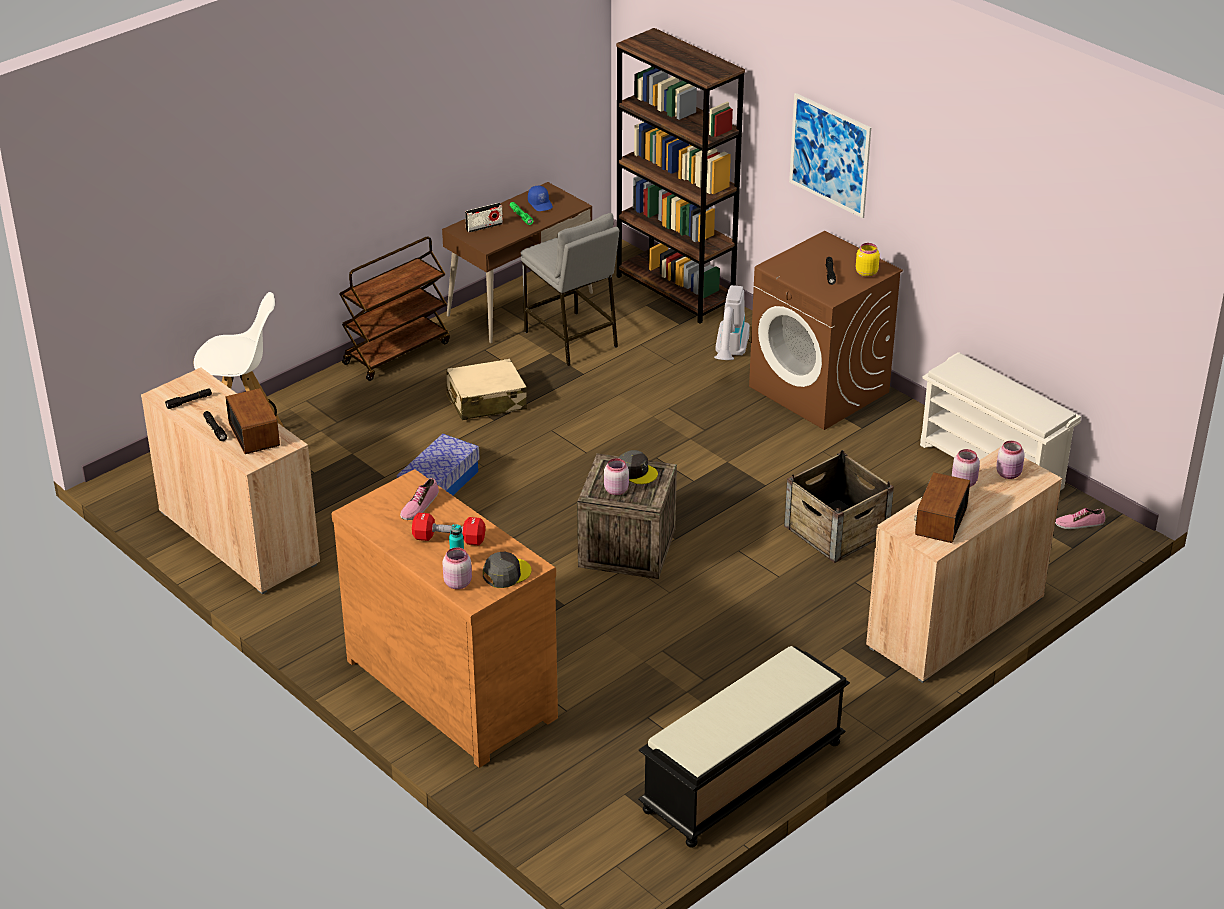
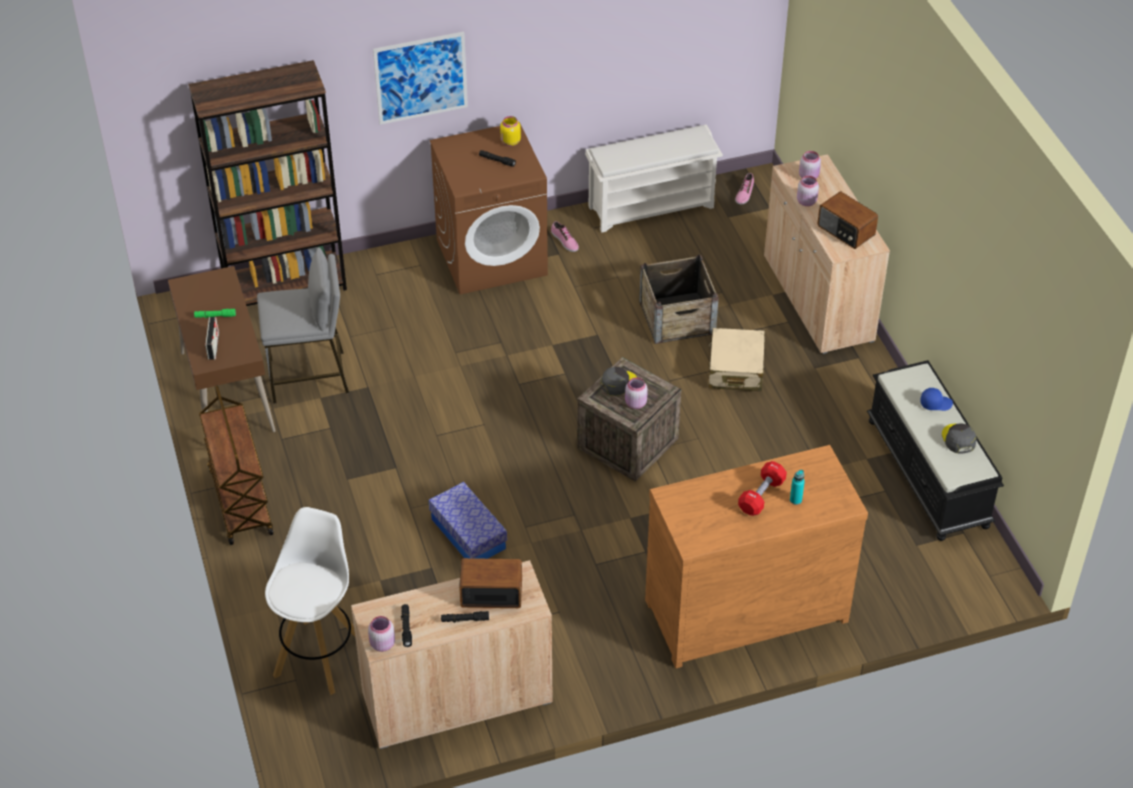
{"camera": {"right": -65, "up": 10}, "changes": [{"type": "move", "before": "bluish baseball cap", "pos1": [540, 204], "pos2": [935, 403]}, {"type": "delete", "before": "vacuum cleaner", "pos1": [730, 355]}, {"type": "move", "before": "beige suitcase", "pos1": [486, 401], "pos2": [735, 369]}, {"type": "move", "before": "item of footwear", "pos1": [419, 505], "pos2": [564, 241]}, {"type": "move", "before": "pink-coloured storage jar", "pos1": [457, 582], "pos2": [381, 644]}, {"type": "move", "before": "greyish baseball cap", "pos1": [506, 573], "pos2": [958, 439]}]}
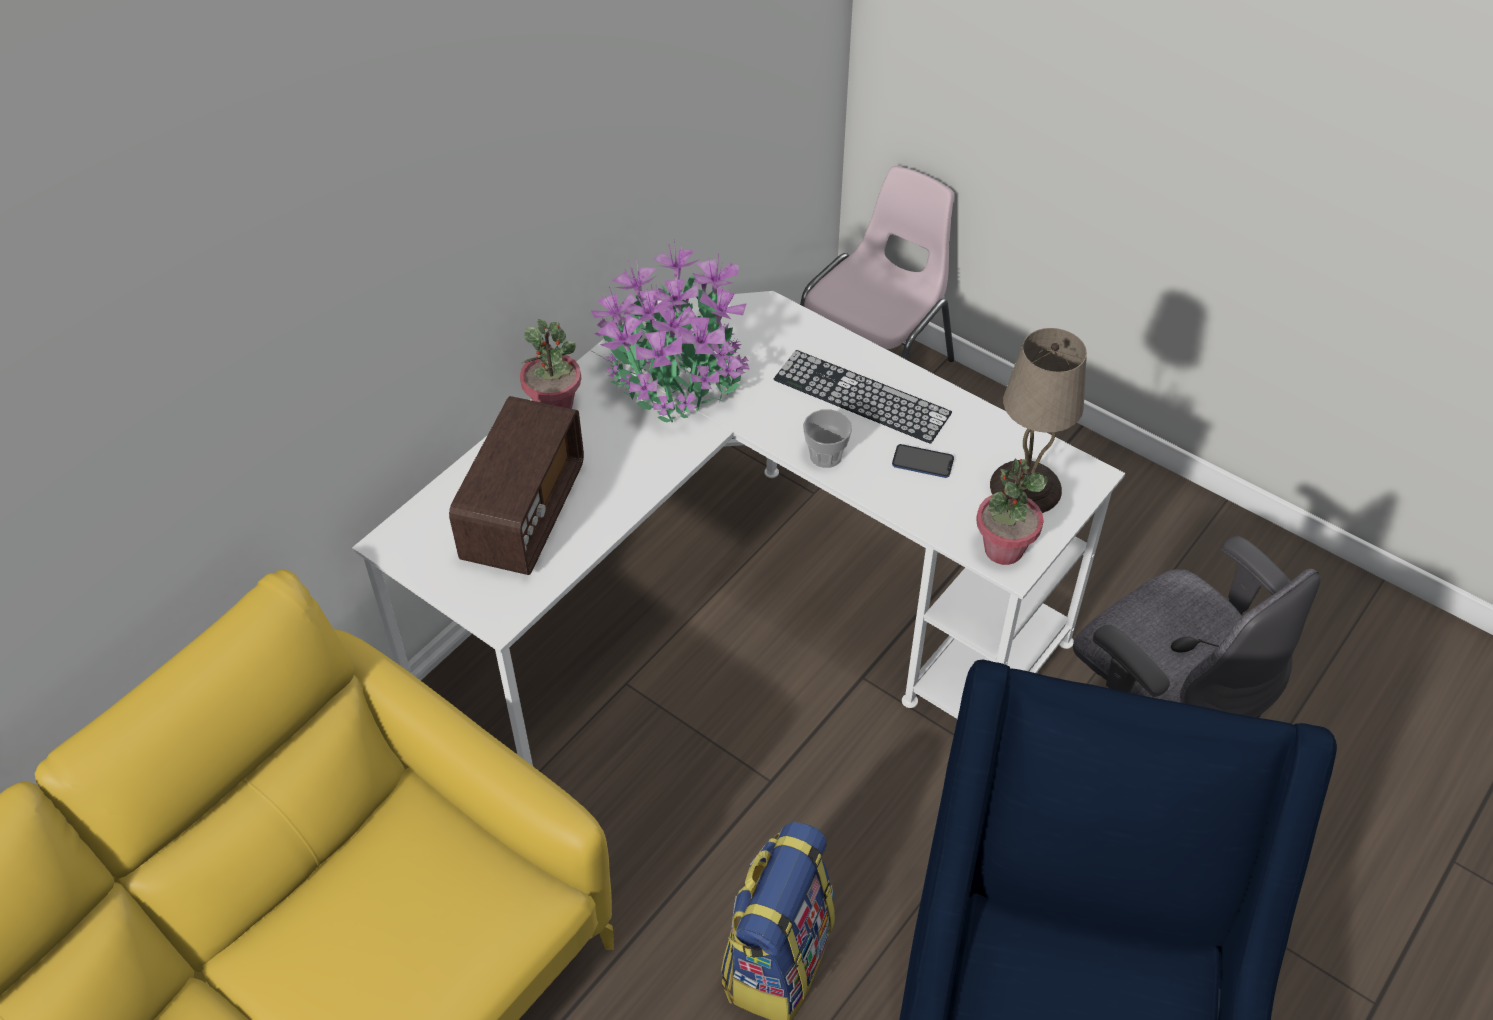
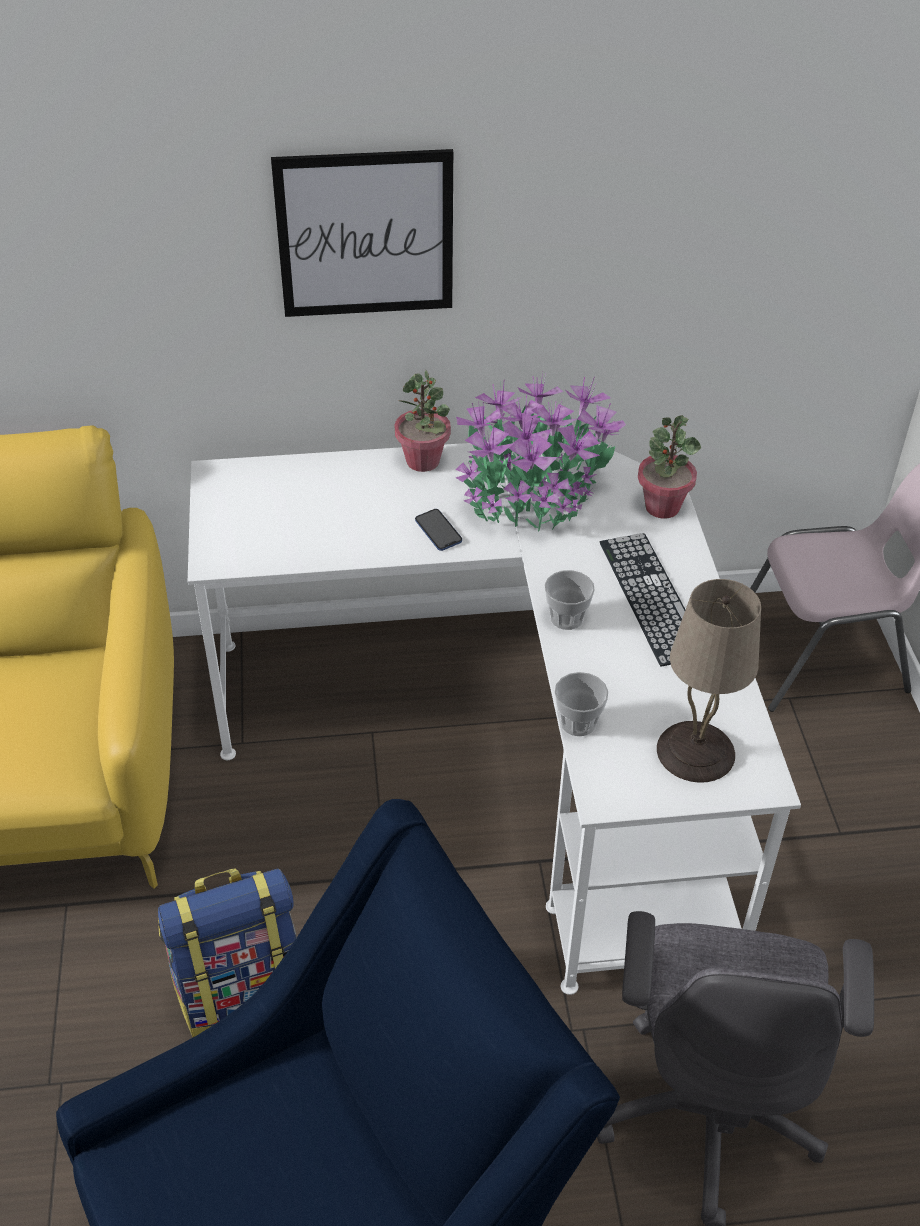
{"camera": {"right": 45, "up": -5}, "changes": [{"type": "delete", "before": "radio set", "pos1": [524, 514]}, {"type": "move", "before": "telephone", "pos1": [922, 462], "pos2": [438, 531]}, {"type": "move", "before": "plant in a pot", "pos1": [1003, 549], "pos2": [662, 507]}, {"type": "insert", "after": "picture", "pos2": [365, 234]}, {"type": "insert", "after": "cup", "pos2": [578, 722]}]}
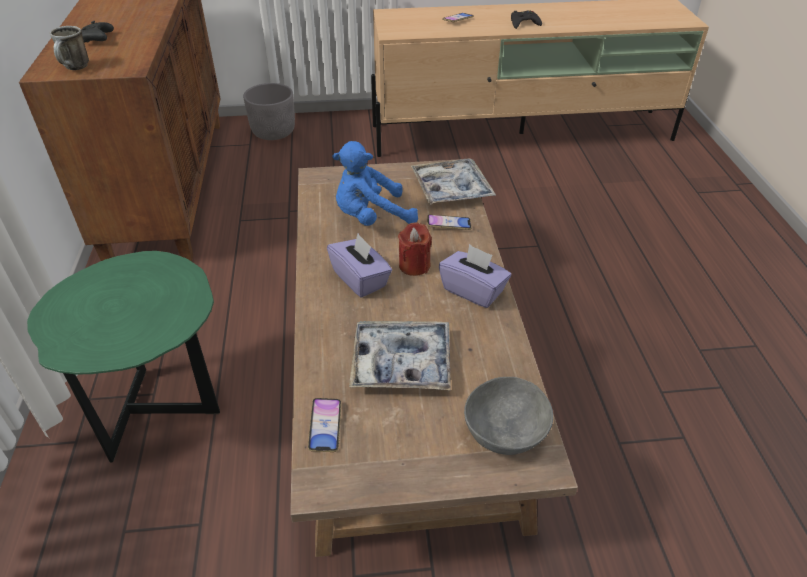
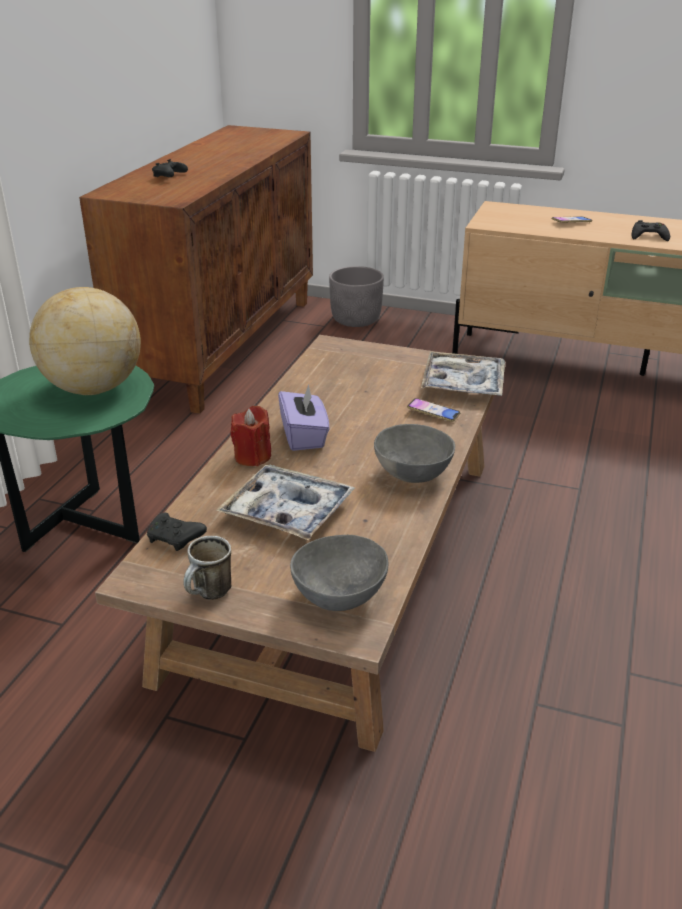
{"camera": {"right": 25, "up": -10}, "changes": [{"type": "move", "before": "coffee mug", "pos1": [75, 68], "pos2": [210, 595]}, {"type": "delete", "before": "bluish cuddly toy", "pos1": [371, 217]}, {"type": "move", "before": "red-coloured wax candle", "pos1": [414, 265], "pos2": [252, 456]}, {"type": "replace", "before": "purplish box of tissues", "after": "greyish serving bowl", "pos1": [473, 290], "pos2": [411, 473]}, {"type": "replace", "before": "telephone", "after": "blackish gamepad", "pos1": [325, 427], "pos2": [176, 539]}, {"type": "insert", "after": "globe", "pos2": [93, 388]}]}
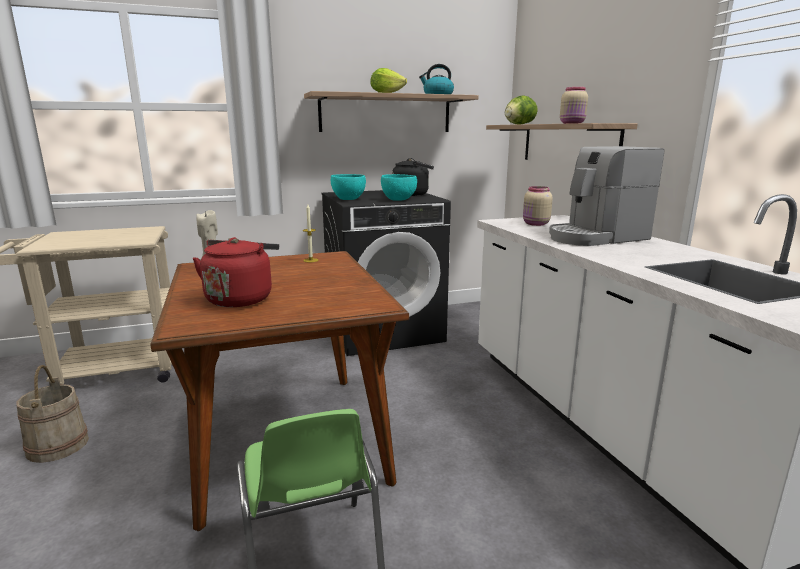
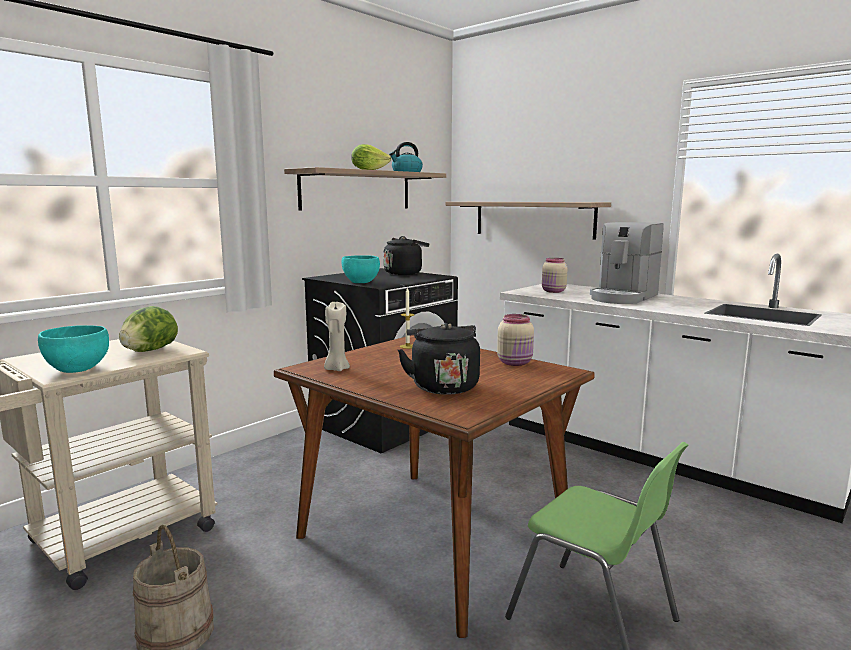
{"camera": {"right": -30, "up": -5}, "changes": [{"type": "move", "before": "beige storage jar", "pos1": [572, 123], "pos2": [515, 363]}, {"type": "move", "before": "lettuce", "pos1": [519, 124], "pos2": [149, 350]}, {"type": "move", "before": "turquoise serving bowl", "pos1": [398, 200], "pos2": [77, 369]}, {"type": "recolor", "before": "red-coloured kettle", "after": "blackish kettle", "pos1": [241, 298], "pos2": [442, 386]}]}
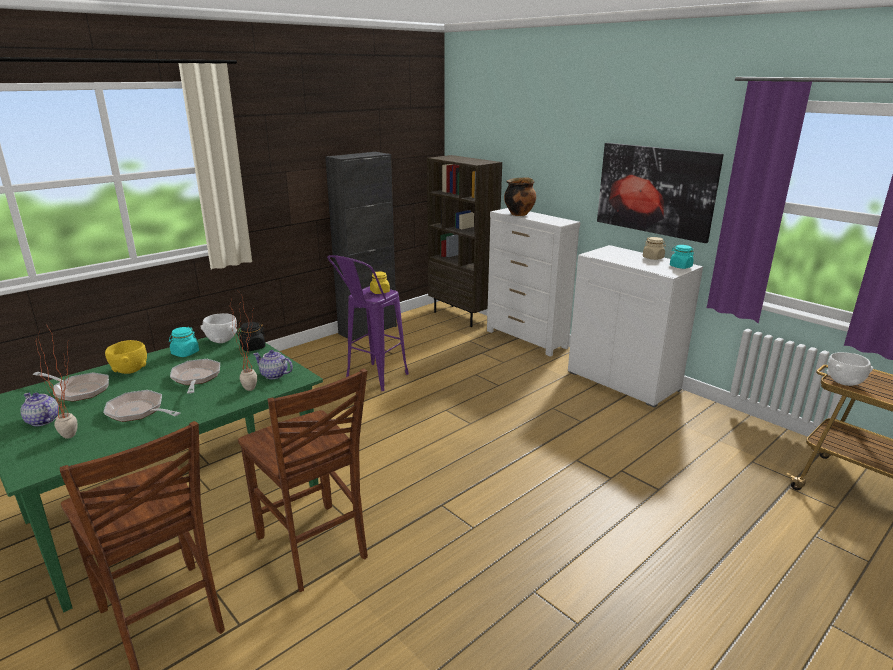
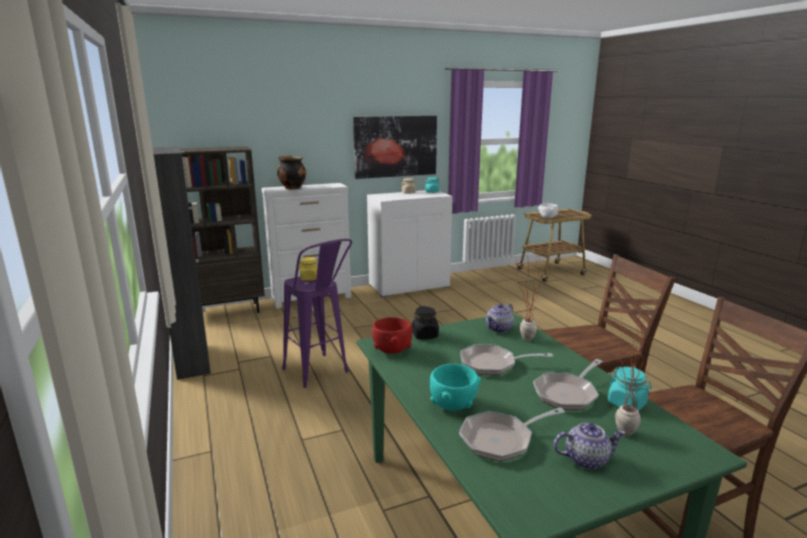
{"camera": {"right": -70, "up": -5}, "changes": [{"type": "recolor", "before": "white-coloured serving bowl", "after": "red-coloured serving bowl", "pos1": [222, 340], "pos2": [392, 350]}, {"type": "move", "before": "turquoise storage jar", "pos1": [185, 353], "pos2": [626, 404]}, {"type": "recolor", "before": "yellowish serving bowl", "after": "turquoise serving bowl", "pos1": [130, 370], "pos2": [453, 405]}, {"type": "rotate", "before": "pan", "pos1": [79, 390], "pos2": [501, 439], "turn": -150}, {"type": "rotate", "before": "pot for tea", "pos1": [42, 420], "pos2": [586, 459], "turn": -150}]}
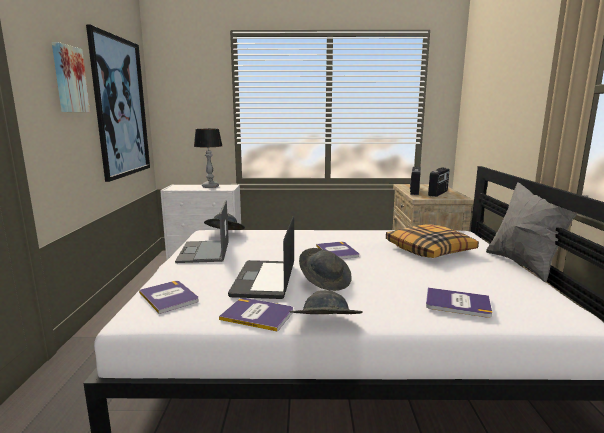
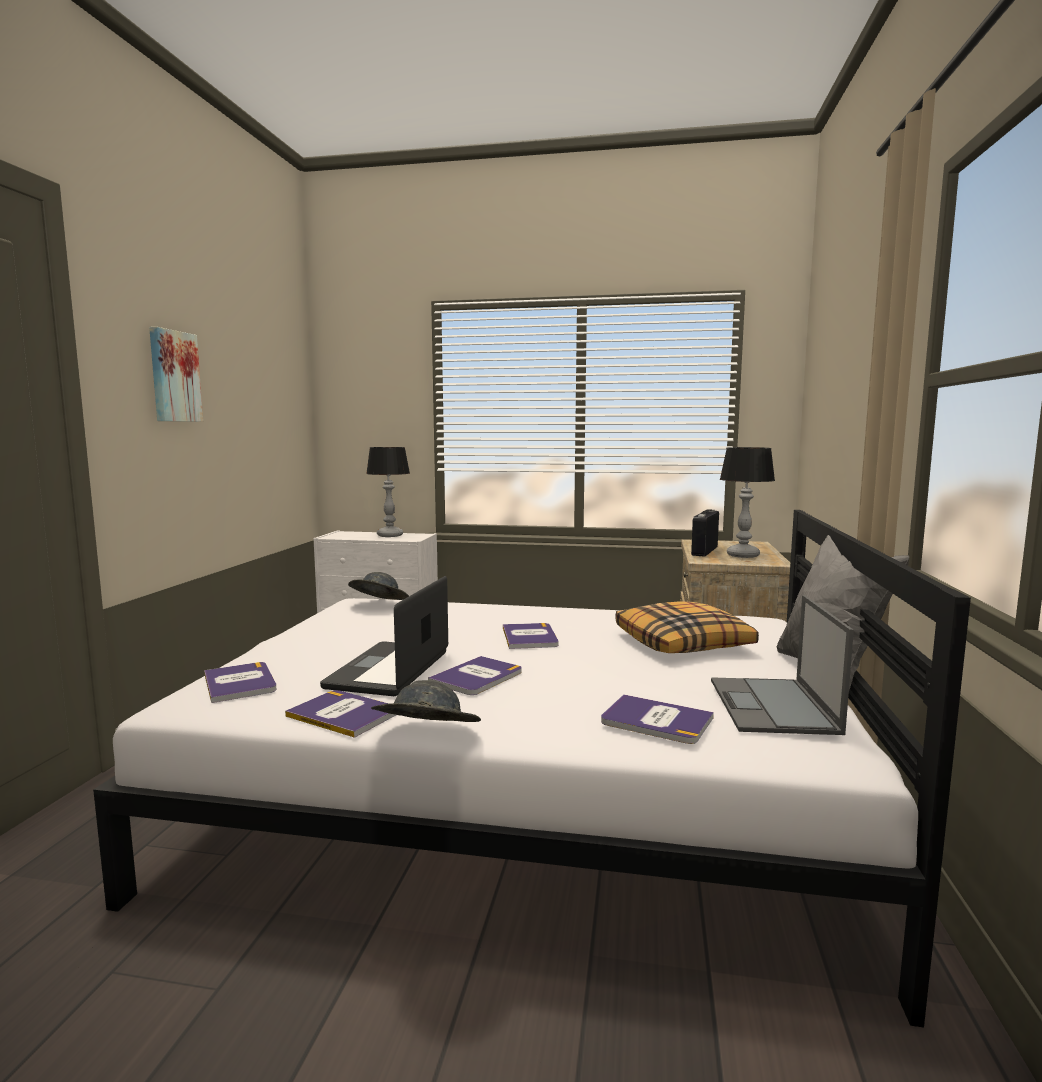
{"camera": {"right": 10, "up": -5}, "changes": [{"type": "delete", "before": "picture", "pos1": [121, 107]}, {"type": "replace", "before": "radio set", "after": "tabletop lamp", "pos1": [438, 193], "pos2": [742, 555]}, {"type": "move", "before": "portable computer", "pos1": [204, 252], "pos2": [773, 706]}, {"type": "replace", "before": "greyish hat", "after": "volume", "pos1": [325, 281], "pos2": [477, 677]}]}
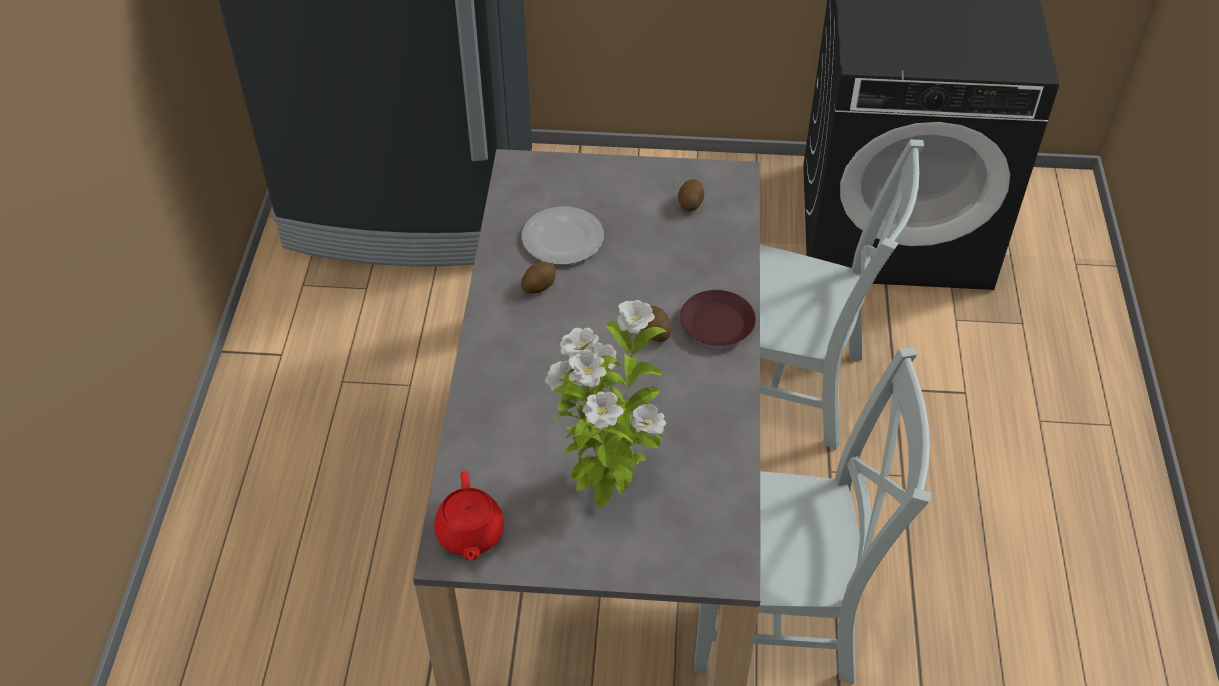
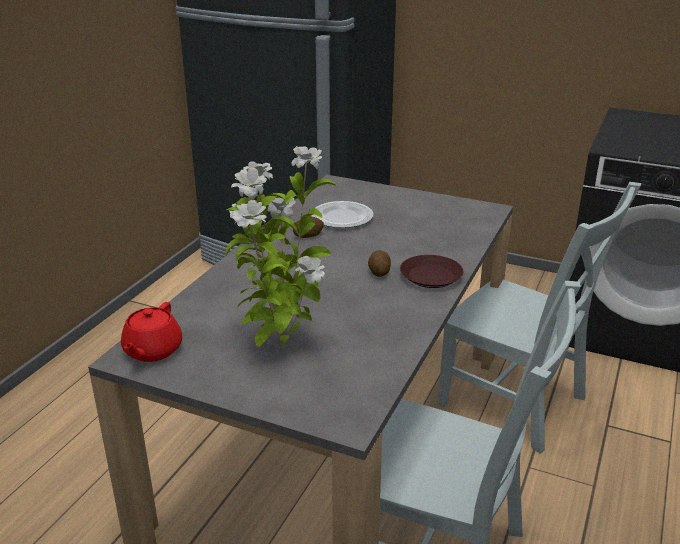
{"camera": {"right": 20, "up": -20}, "changes": [{"type": "delete", "before": "whole potato", "pos1": [690, 203]}]}
